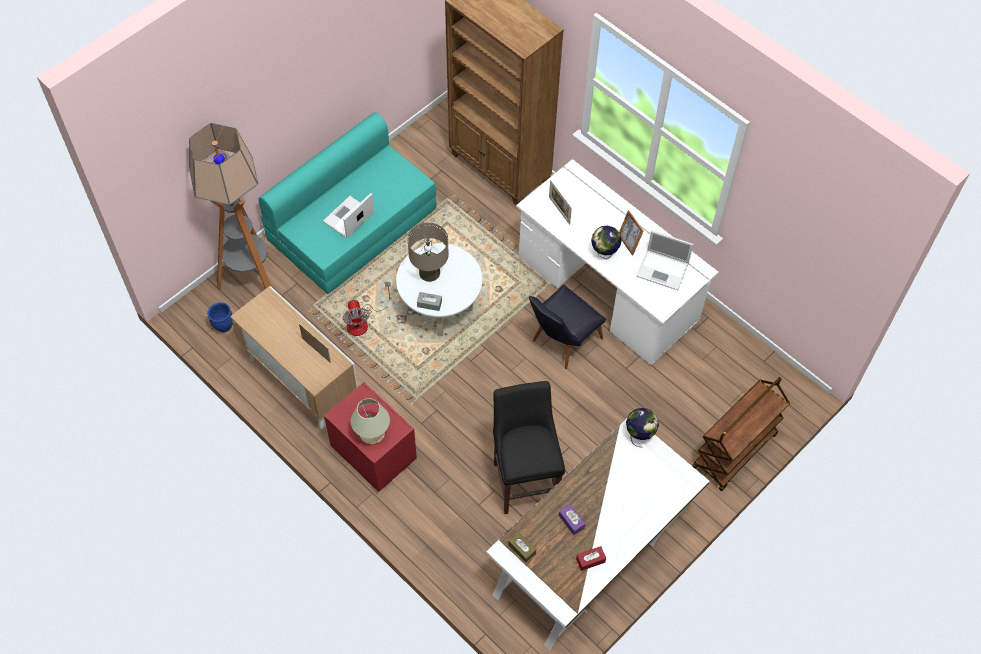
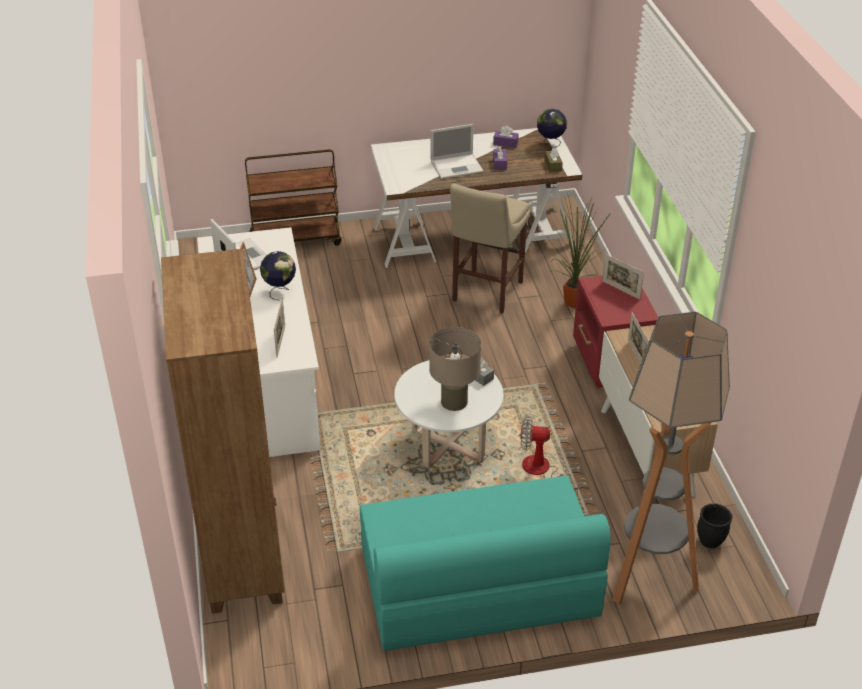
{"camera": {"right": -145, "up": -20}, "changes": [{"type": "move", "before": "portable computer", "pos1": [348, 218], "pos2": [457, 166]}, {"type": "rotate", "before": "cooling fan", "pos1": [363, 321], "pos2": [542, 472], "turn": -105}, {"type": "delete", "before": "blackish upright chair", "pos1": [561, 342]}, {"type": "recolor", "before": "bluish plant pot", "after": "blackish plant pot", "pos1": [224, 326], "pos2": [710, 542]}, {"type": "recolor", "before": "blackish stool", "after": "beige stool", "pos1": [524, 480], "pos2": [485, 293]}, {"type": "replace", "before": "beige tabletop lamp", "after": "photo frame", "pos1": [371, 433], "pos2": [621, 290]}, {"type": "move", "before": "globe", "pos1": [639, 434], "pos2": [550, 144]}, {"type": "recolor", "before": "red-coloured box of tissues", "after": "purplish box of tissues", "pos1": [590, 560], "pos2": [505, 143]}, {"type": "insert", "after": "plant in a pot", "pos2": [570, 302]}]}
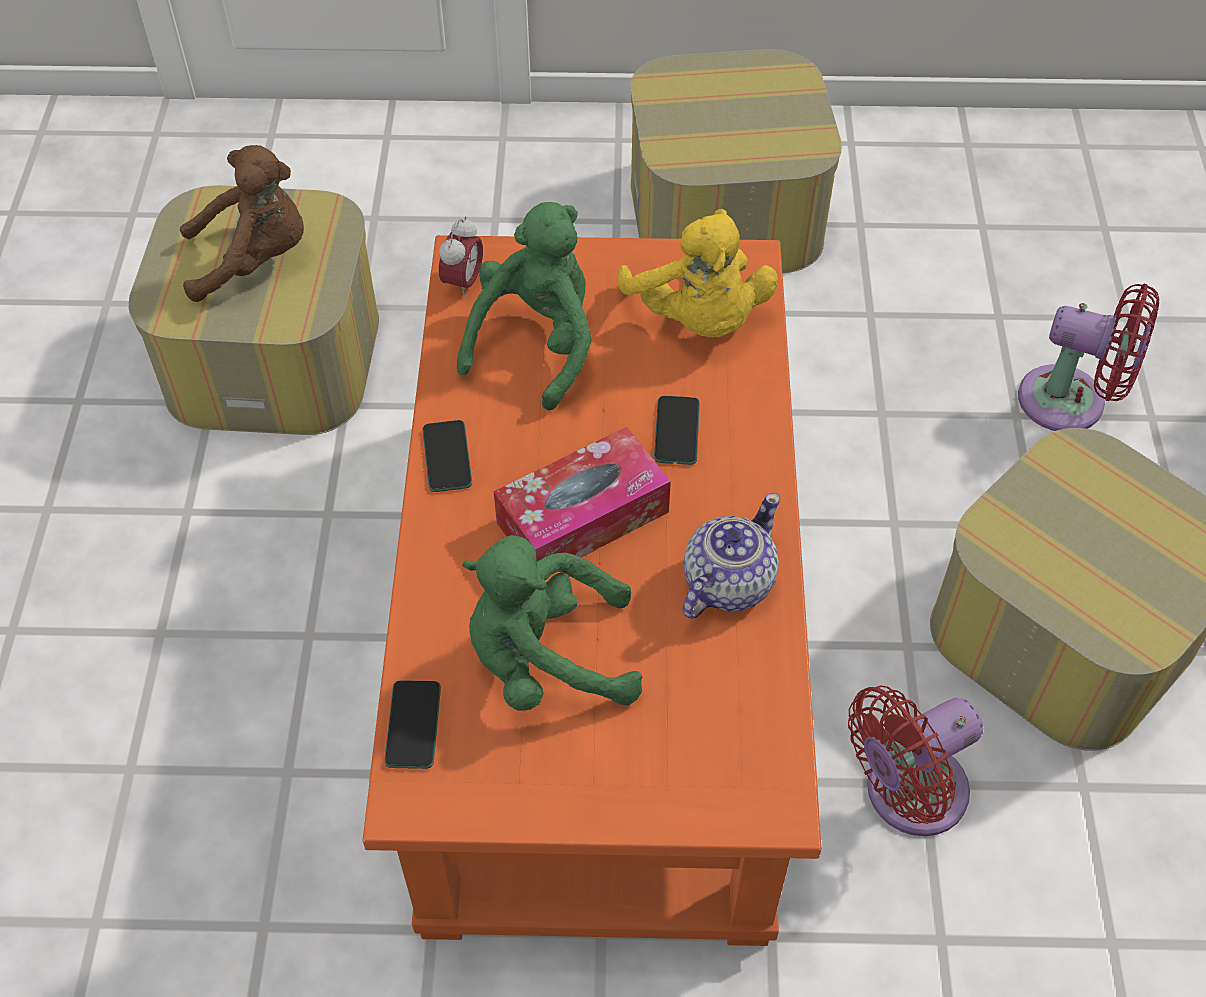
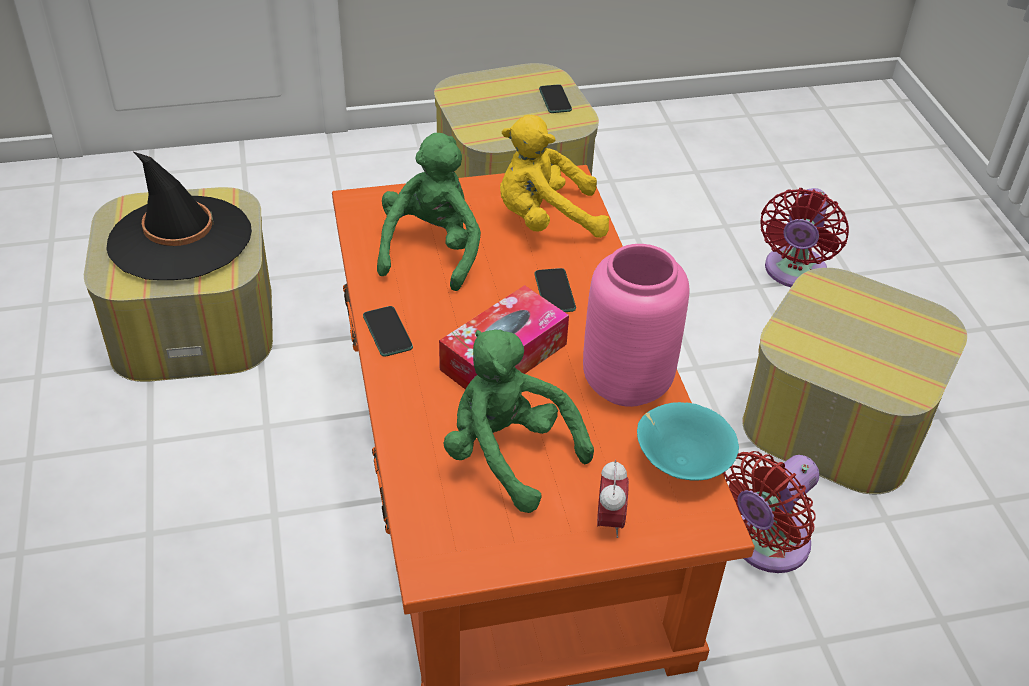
{"camera": {"right": -15, "up": -10}, "changes": [{"type": "replace", "before": "brown-coloured cuddly toy", "after": "blackish hat", "pos1": [255, 260], "pos2": [180, 239]}, {"type": "rotate", "before": "yellowish cuddly toy", "pos1": [698, 319], "pos2": [545, 220], "turn": 120}, {"type": "move", "before": "bedside clock", "pos1": [463, 283], "pos2": [609, 521]}, {"type": "rotate", "before": "red-coloured cooling fan", "pos1": [1071, 403], "pos2": [793, 273], "turn": 105}, {"type": "replace", "before": "pot for tea", "after": "pink-coloured vase", "pos1": [726, 583], "pos2": [625, 383]}, {"type": "rotate", "before": "green cuddly toy", "pos1": [546, 659], "pos2": [508, 454], "turn": 60}, {"type": "move", "before": "telephone", "pos1": [413, 725], "pos2": [555, 100]}, {"type": "insert", "after": "turquoise serving bowl", "pos2": [680, 462]}]}
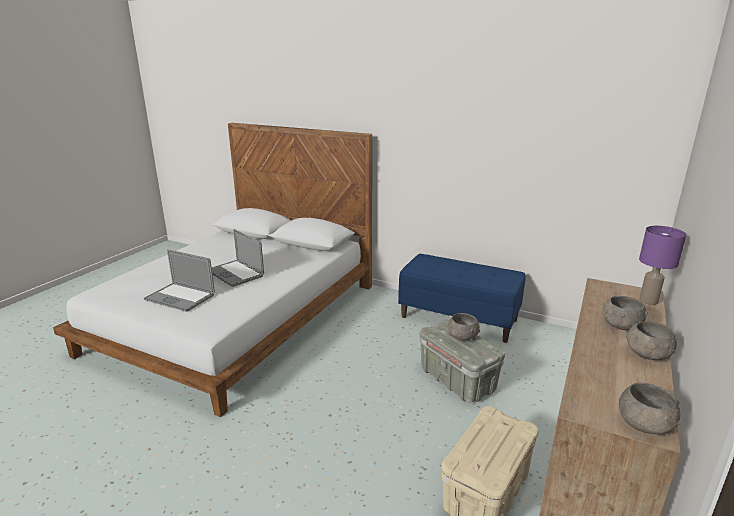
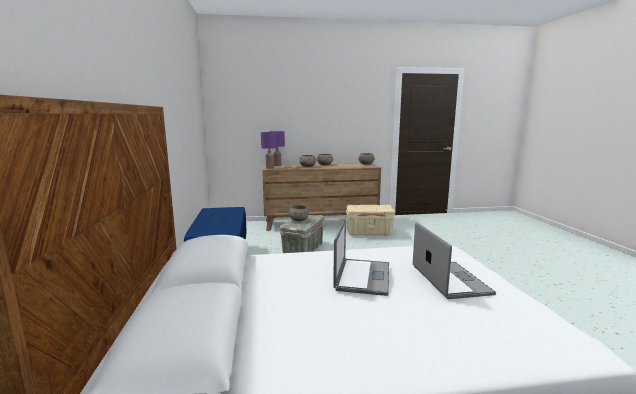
{"camera": {"right": -125, "up": -10}, "changes": [{"type": "insert", "after": "purplish tabletop lamp", "pos2": [270, 168]}]}
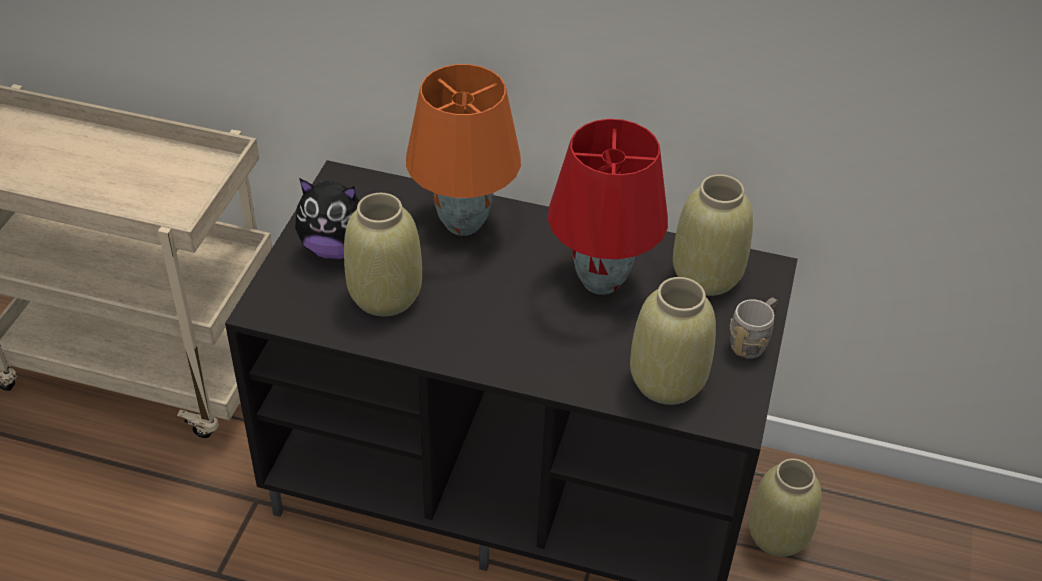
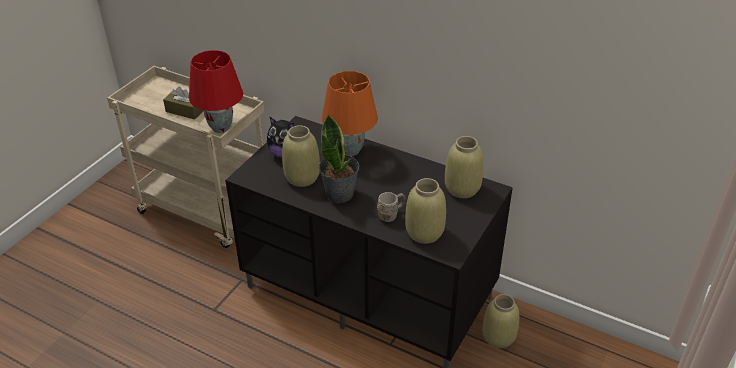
{"camera": {"right": 15, "up": -5}, "changes": [{"type": "move", "before": "red-coloured tabletop lamp", "pos1": [602, 282], "pos2": [221, 128]}, {"type": "move", "before": "greyish coffee mug", "pos1": [752, 341], "pos2": [391, 214]}, {"type": "insert", "after": "brown-coloured box of tissues", "pos2": [185, 111]}, {"type": "insert", "after": "plant in a pot", "pos2": [340, 194]}]}
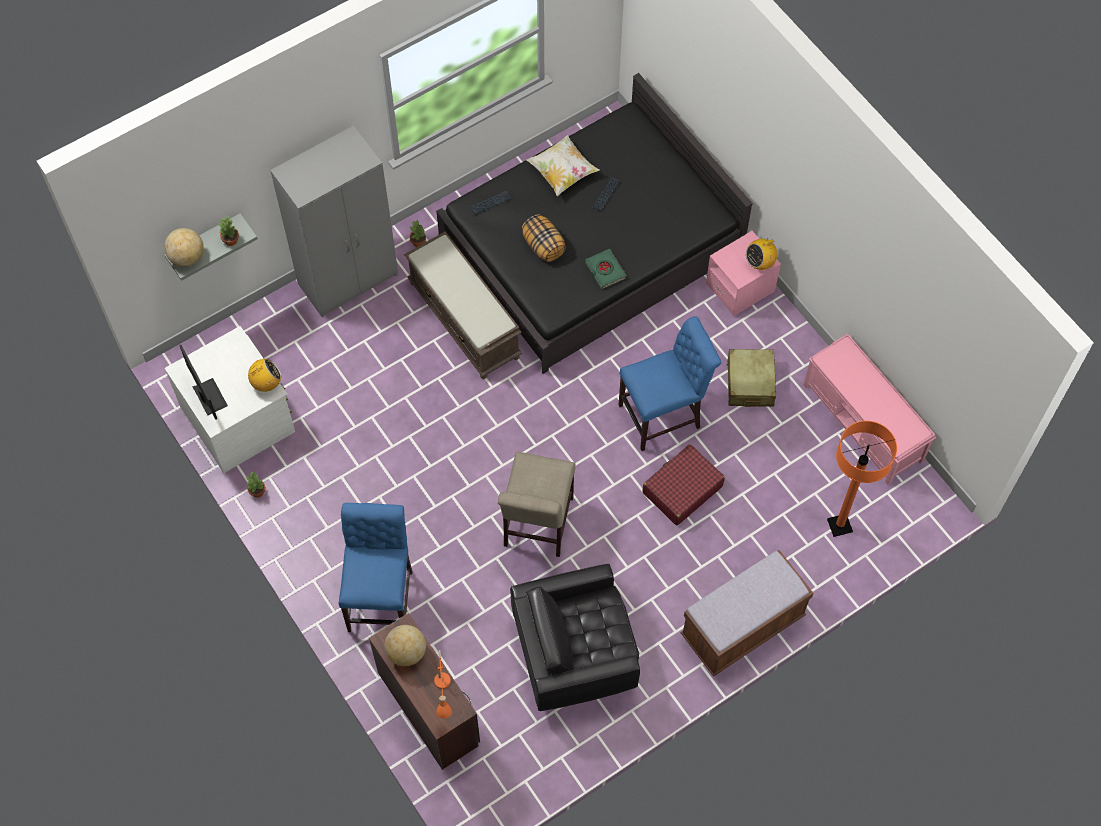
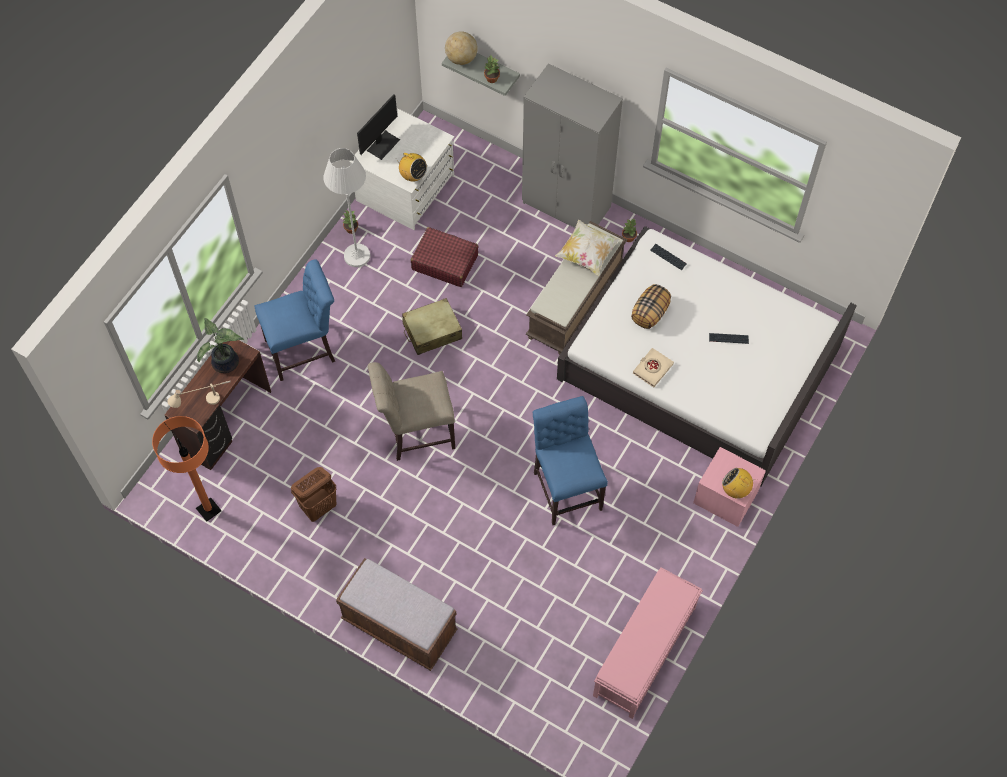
{"camera": {"right": 65, "up": 0}, "changes": [{"type": "recolor", "before": "blackish sleeping bed", "after": "white-coloured sleeping bed", "pos1": [591, 246], "pos2": [699, 364]}, {"type": "move", "before": "cushion", "pos1": [562, 173], "pos2": [587, 254]}, {"type": "recolor", "before": "green volume", "after": "beige volume", "pos1": [605, 270], "pos2": [652, 369]}, {"type": "rotate", "before": "bluish upright chair", "pos1": [664, 415], "pos2": [566, 486], "turn": -150}, {"type": "move", "before": "beige suitcase", "pos1": [750, 383], "pos2": [432, 331]}, {"type": "move", "before": "orange standard lamp", "pos1": [839, 525], "pos2": [208, 510]}, {"type": "move", "before": "red-coloured suitcase", "pos1": [682, 489], "pos2": [444, 262]}, {"type": "replace", "before": "blackish armchair", "after": "brown-coloured washing basket", "pos1": [575, 652], "pos2": [319, 507]}, {"type": "replace", "before": "globe", "after": "plant in a pot", "pos1": [406, 652], "pos2": [226, 364]}, {"type": "recolor", "before": "orange tabletop lamp", "after": "beige tabletop lamp", "pos1": [443, 693], "pos2": [203, 403]}, {"type": "insert", "after": "white-coloured standard lamp", "pos2": [357, 256]}]}
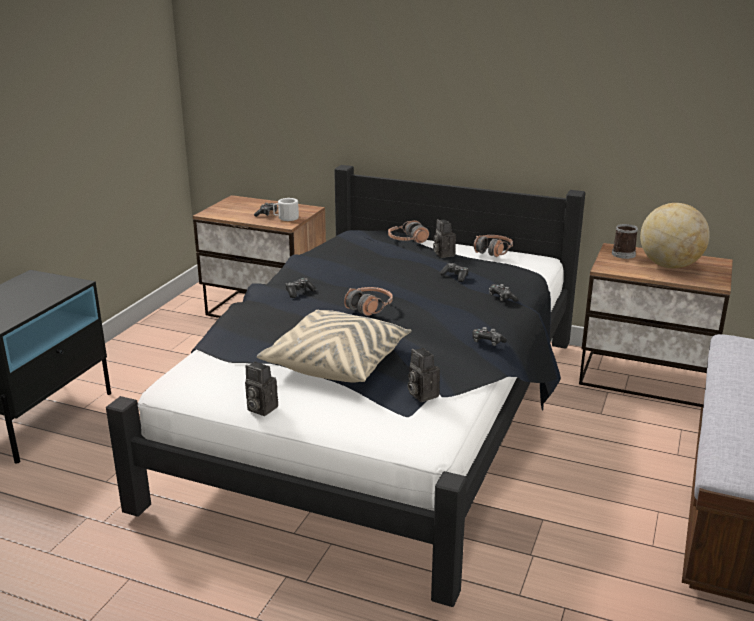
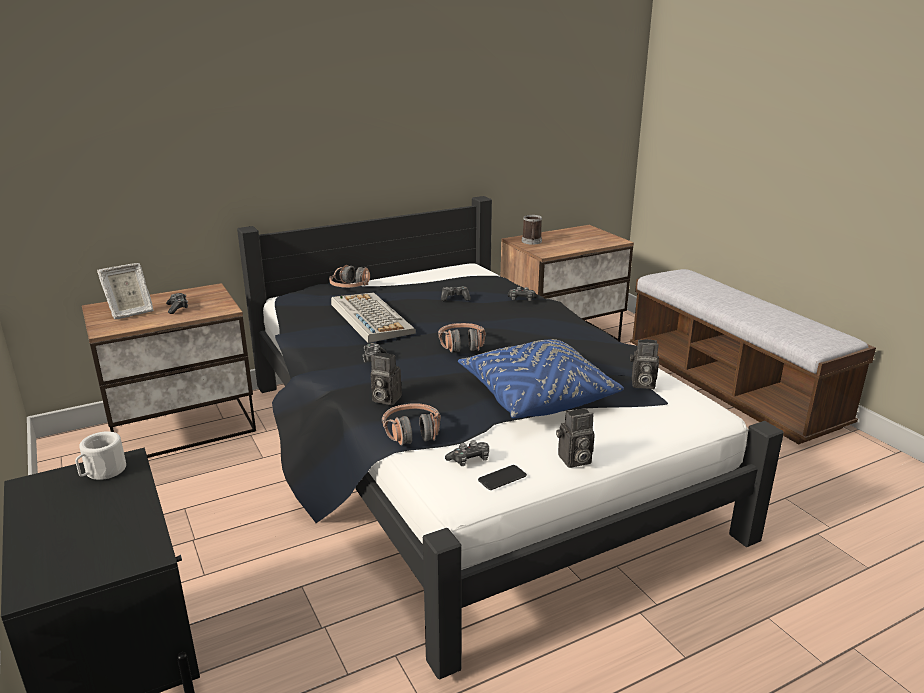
{"camera": {"right": -50, "up": 0}, "changes": [{"type": "move", "before": "white-coloured coffee mug", "pos1": [286, 218], "pos2": [102, 472]}, {"type": "delete", "before": "globe", "pos1": [669, 265]}, {"type": "move", "before": "photo camera", "pos1": [443, 254], "pos2": [384, 399]}, {"type": "move", "before": "headset", "pos1": [492, 251], "pos2": [412, 432]}, {"type": "recolor", "before": "beige cushion", "after": "bluish cushion", "pos1": [337, 363], "pos2": [536, 396]}, {"type": "move", "before": "gamepad", "pos1": [487, 342], "pos2": [469, 460]}, {"type": "insert", "after": "photo frame", "pos2": [130, 312]}, {"type": "insert", "after": "PC keyboard", "pos2": [370, 318]}, {"type": "insert", "after": "telephone", "pos2": [502, 478]}]}
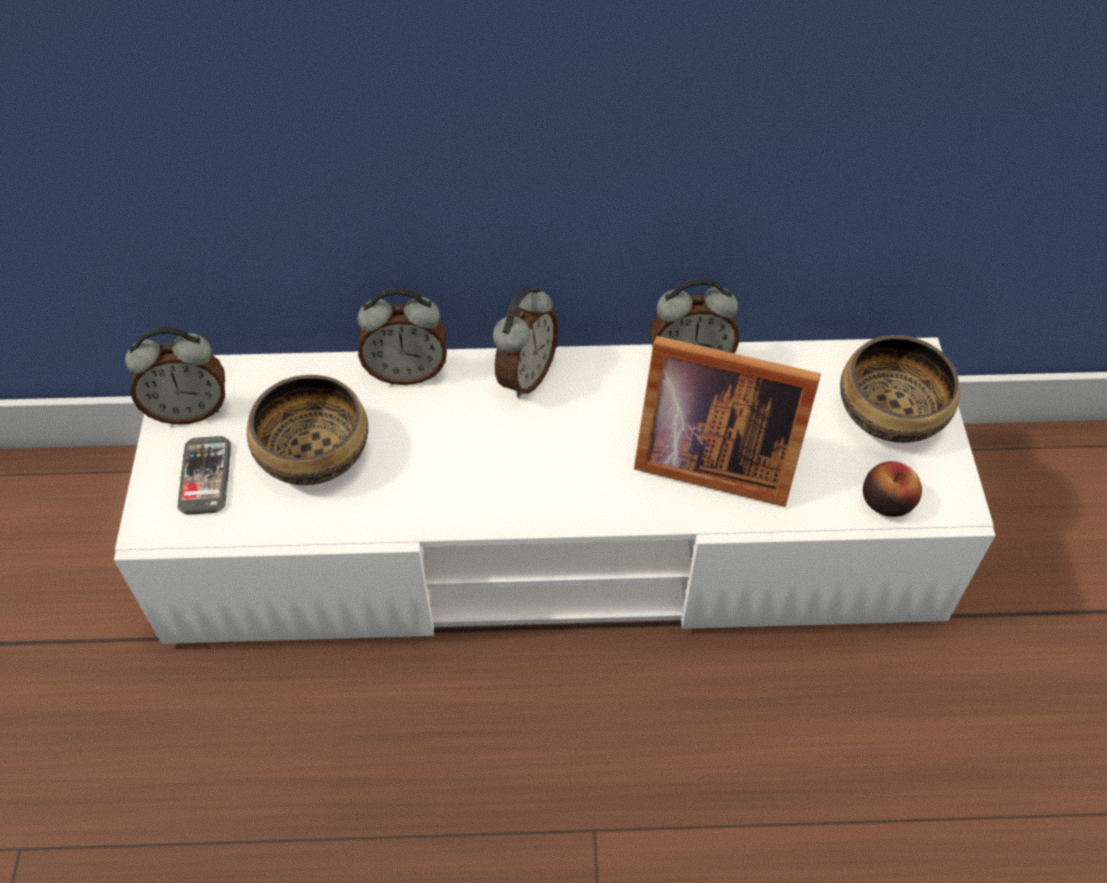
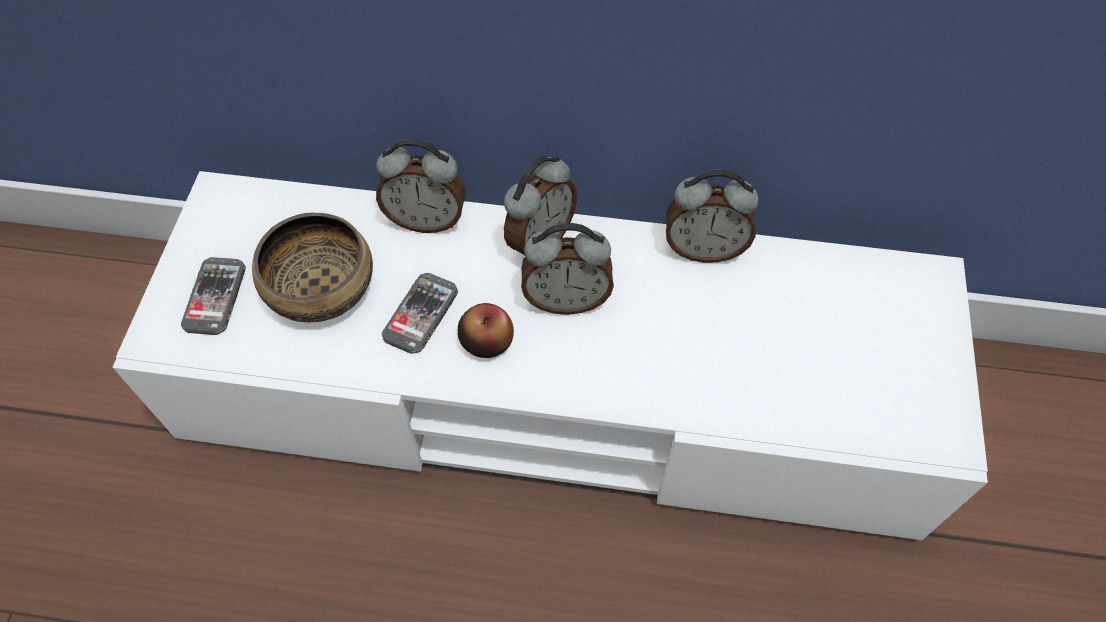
{"camera": {"right": 10, "up": 5}, "changes": [{"type": "move", "before": "bedside clock", "pos1": [189, 410], "pos2": [566, 299]}, {"type": "delete", "before": "serving bowl", "pos1": [891, 411]}, {"type": "delete", "before": "photo frame", "pos1": [710, 457]}, {"type": "move", "before": "apple", "pos1": [887, 501], "pos2": [487, 341]}, {"type": "insert", "after": "telephone", "pos2": [421, 314]}]}
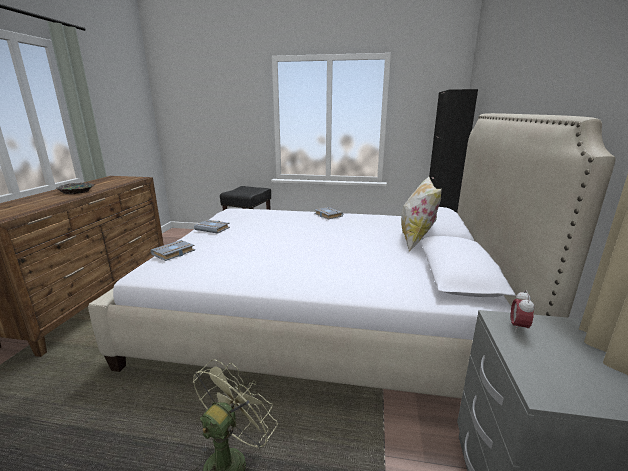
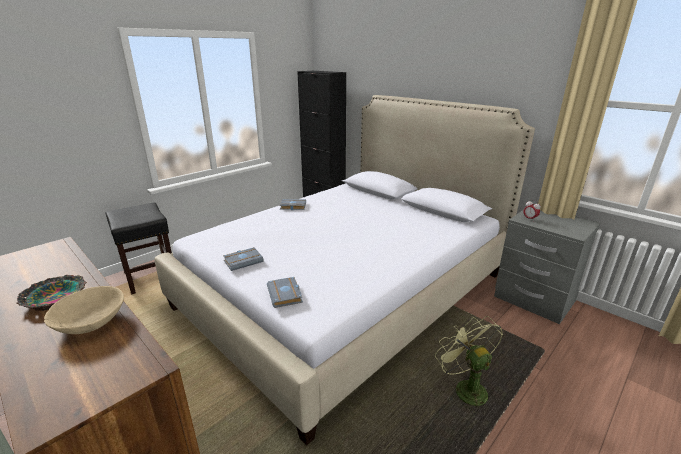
{"camera": {"right": -55, "up": 5}, "changes": [{"type": "delete", "before": "cushion", "pos1": [416, 240]}, {"type": "insert", "after": "beige serving bowl", "pos2": [91, 321]}]}
